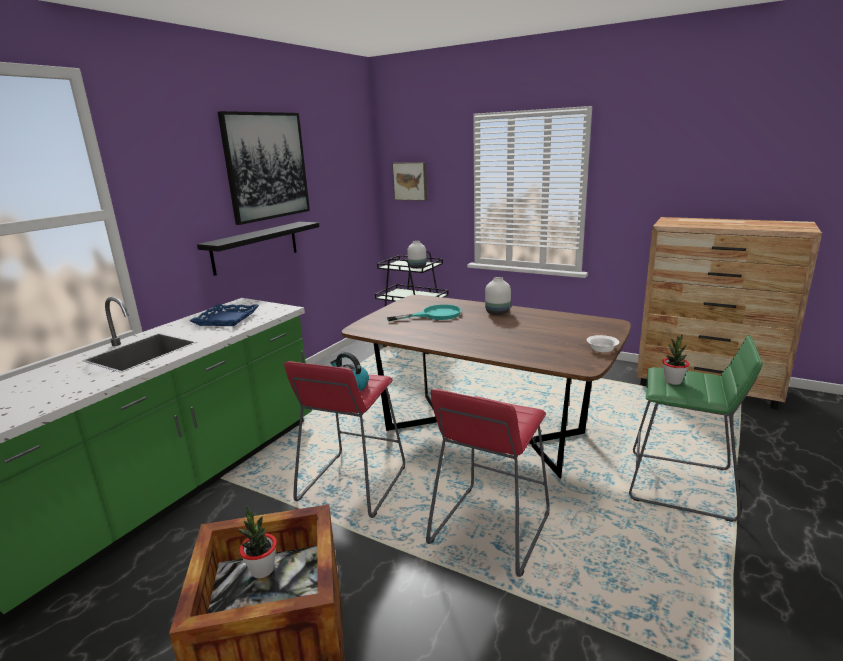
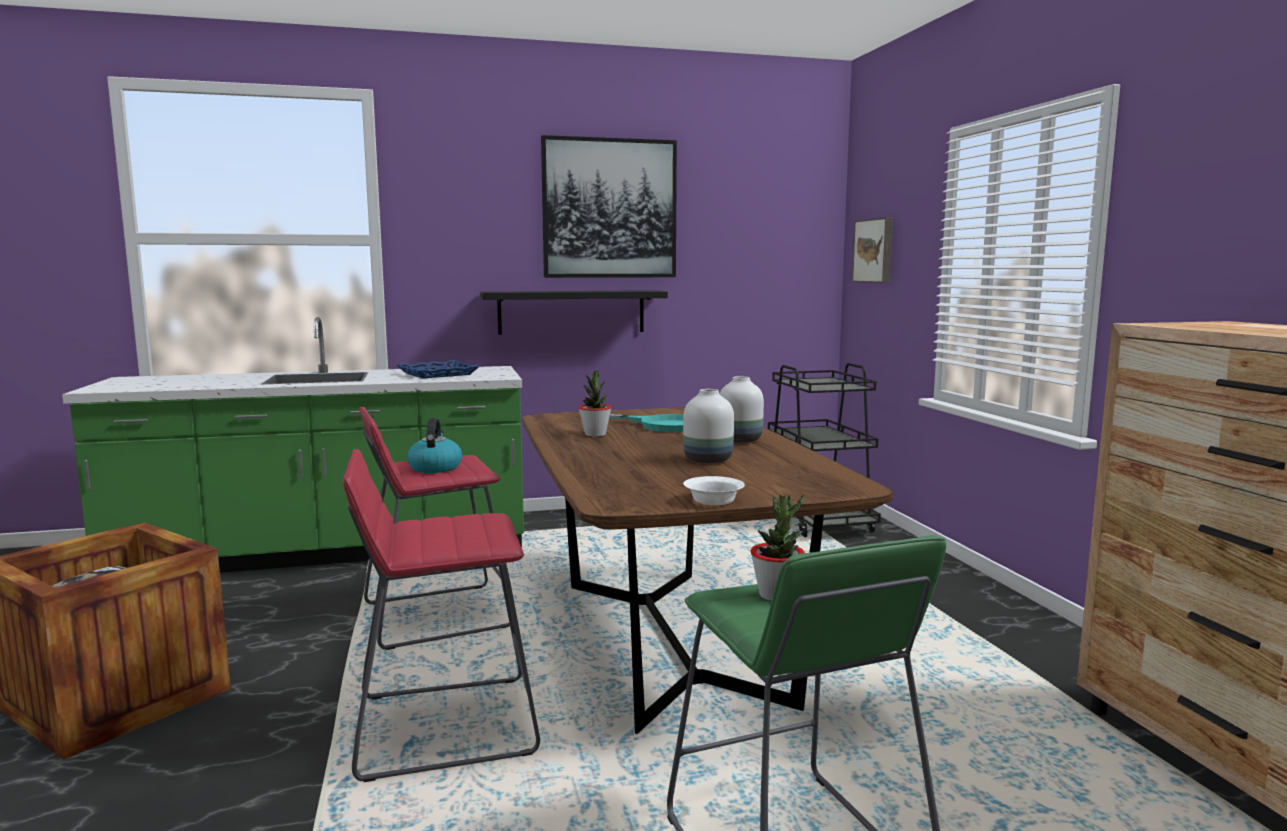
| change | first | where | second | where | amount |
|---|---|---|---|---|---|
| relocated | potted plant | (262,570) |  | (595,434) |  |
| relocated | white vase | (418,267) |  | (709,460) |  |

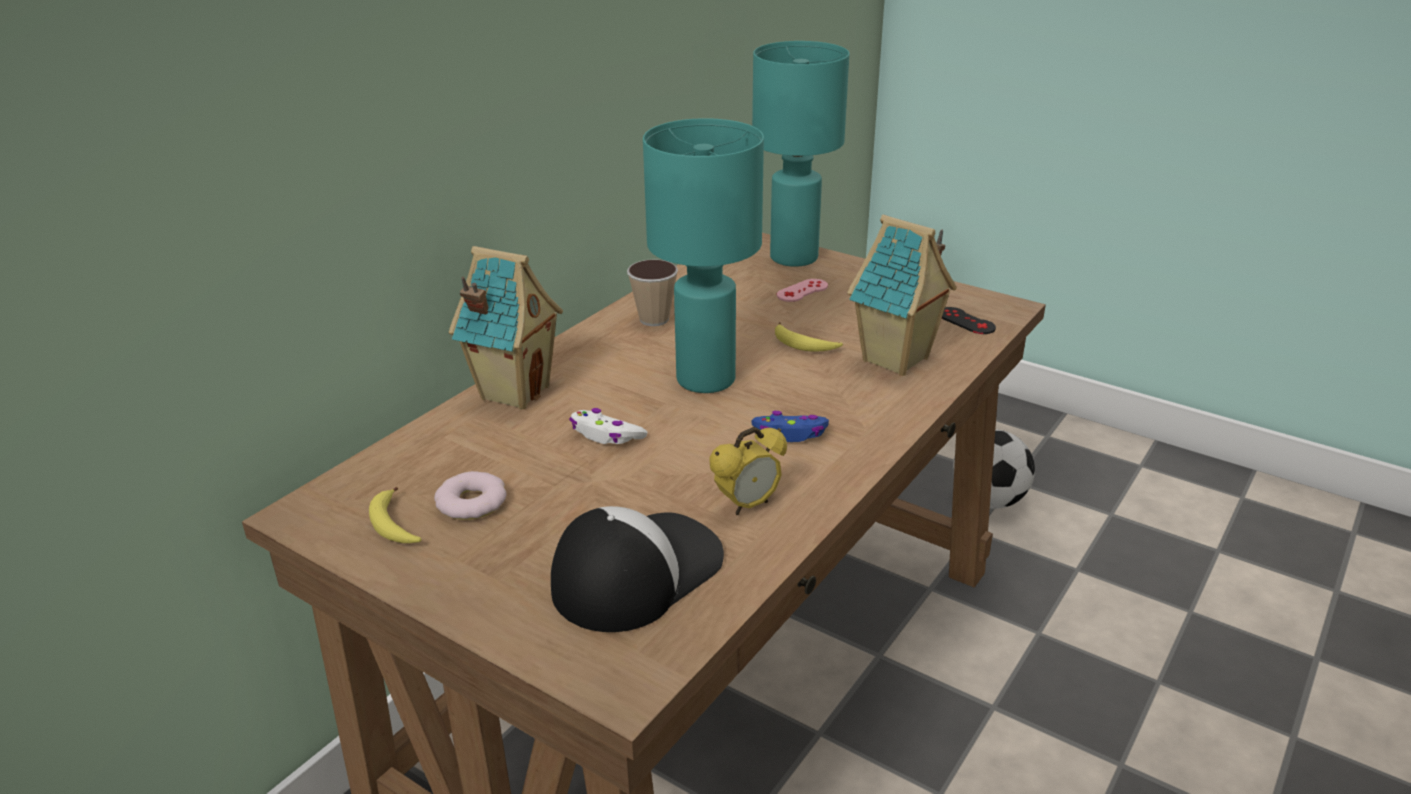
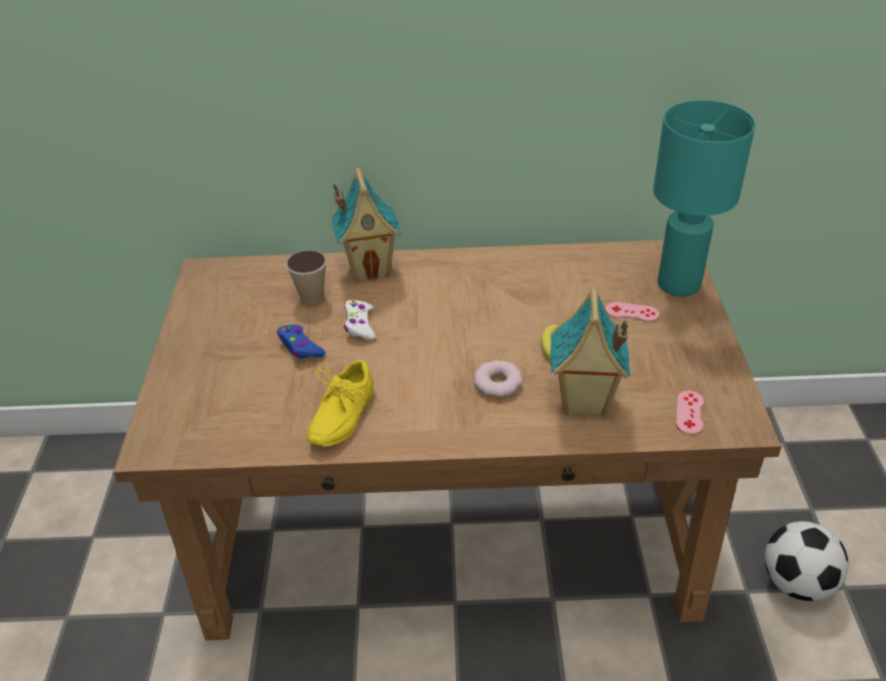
| change | first | where | second | where | amount |
|---|---|---|---|---|---|
| missing | banana | (394,526) |  |  |  |
| relocated | donut | (471,502) |  | (498,382) |  |
| missing | cap | (636,572) |  |  |  |
| relocated | cup | (654,319) |  | (311,296) |  |
| missing | turquoise table lamp | (707,379) |  |  |  |
| exchanged | alarm clock | (747,505) | yellow shoe | (339,415) |  |
| relocated | blue game controller | (790,434) |  | (300,347) |  |
| colour | black game controller | (966,321) | pink game controller | (689,412) |  |

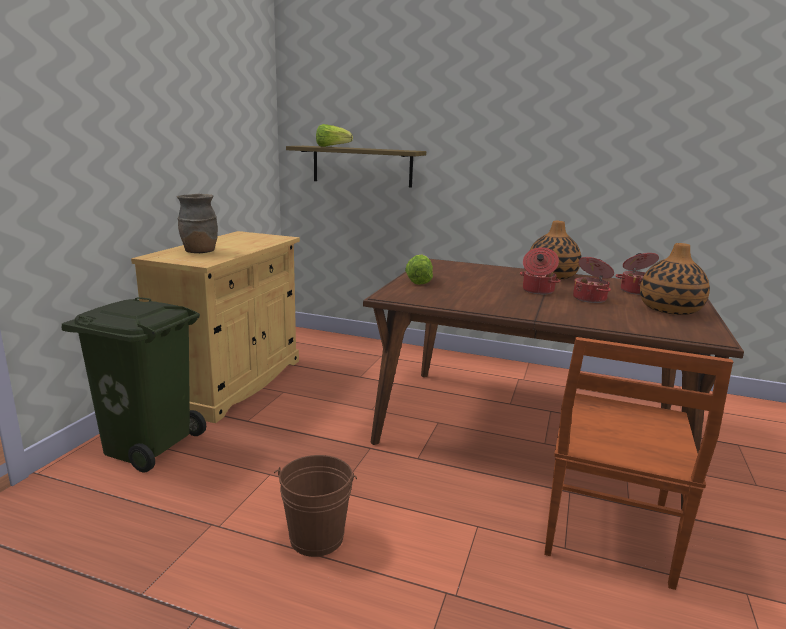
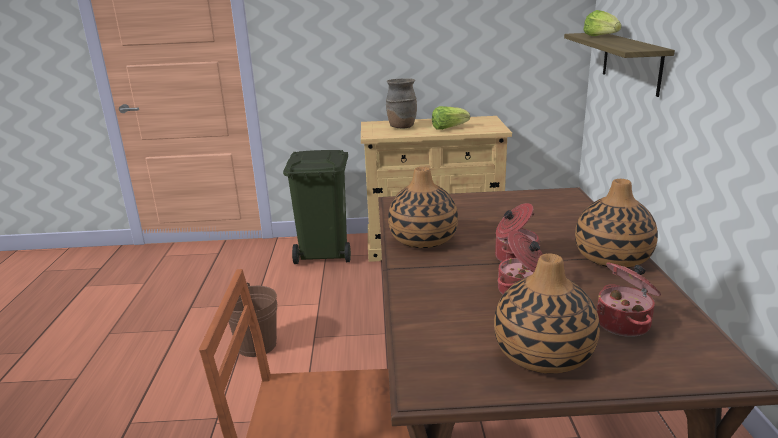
| change | first | where | second | where | amount |
|---|---|---|---|---|---|
| relocated | lettuce | (419,281) |  | (448,128) |  |
| appeared |  |  | vase | (423,239) |  |

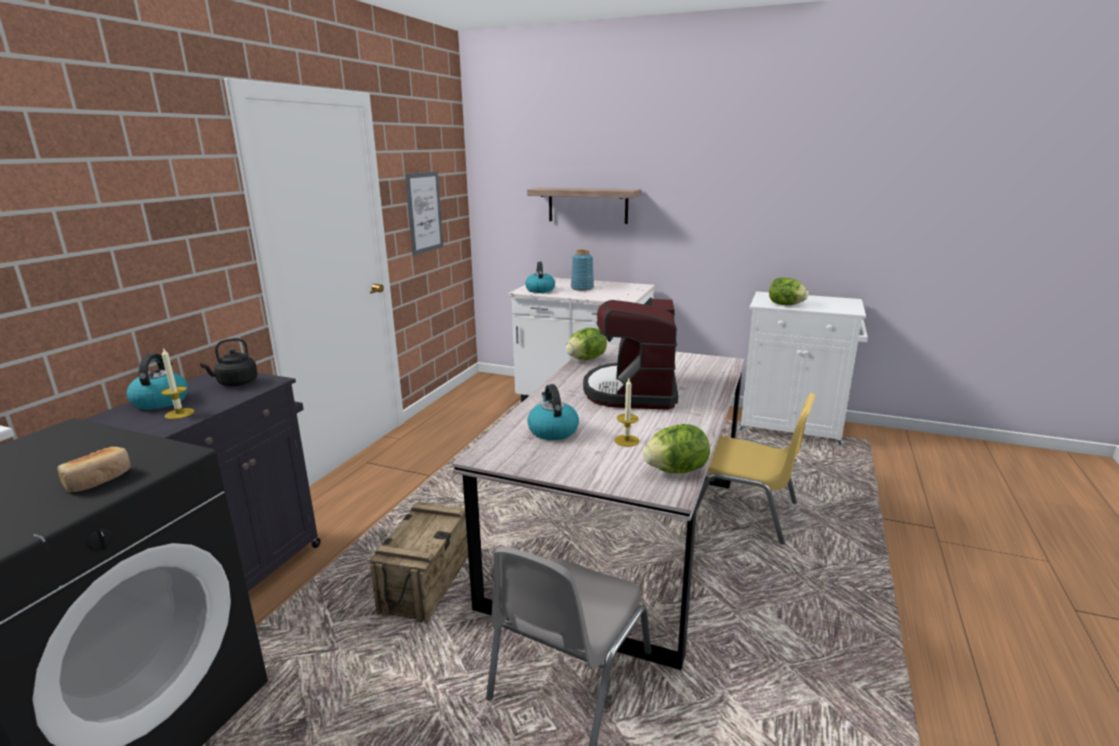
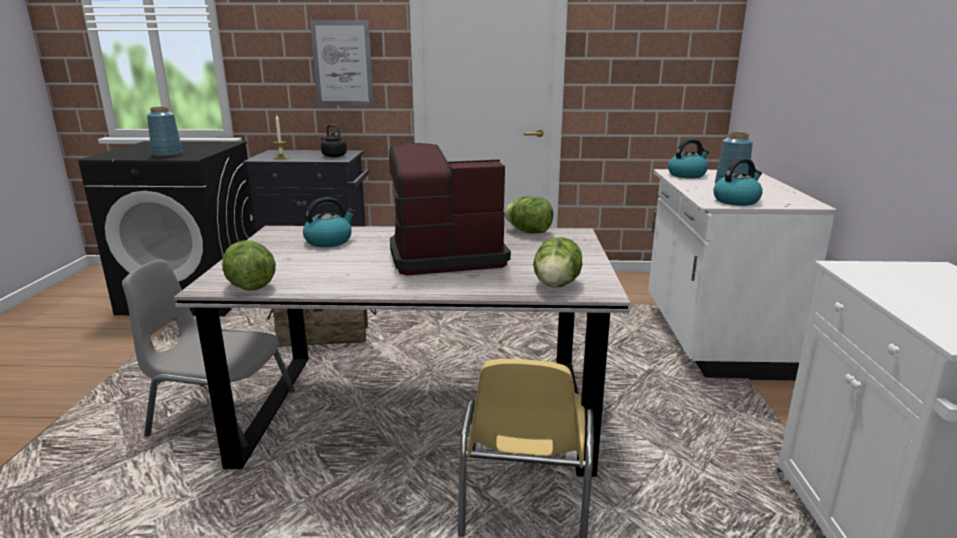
| change | first | where | second | where | amount |
|---|---|---|---|---|---|
| exchanged | bread | (99,479) | blue vase | (167,155) |  |
| relocated | kettle | (161,401) |  | (736,201) |  |
| relocated | picture | (424,212) |  | (342,63) |  |
| missing | shelf | (587,205) |  |  |  |
| missing | candle | (626,440) |  |  |  |
| relocated | lettuce | (785,305) |  | (556,285) |  |

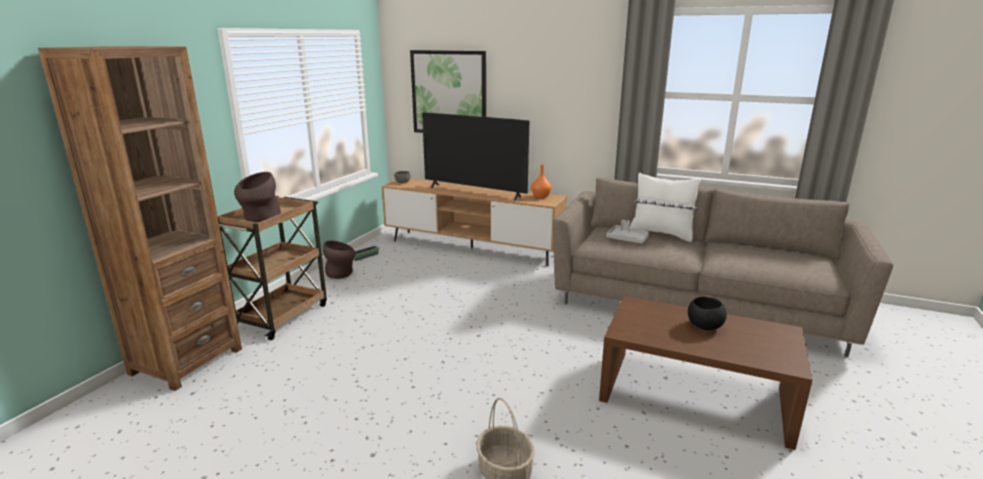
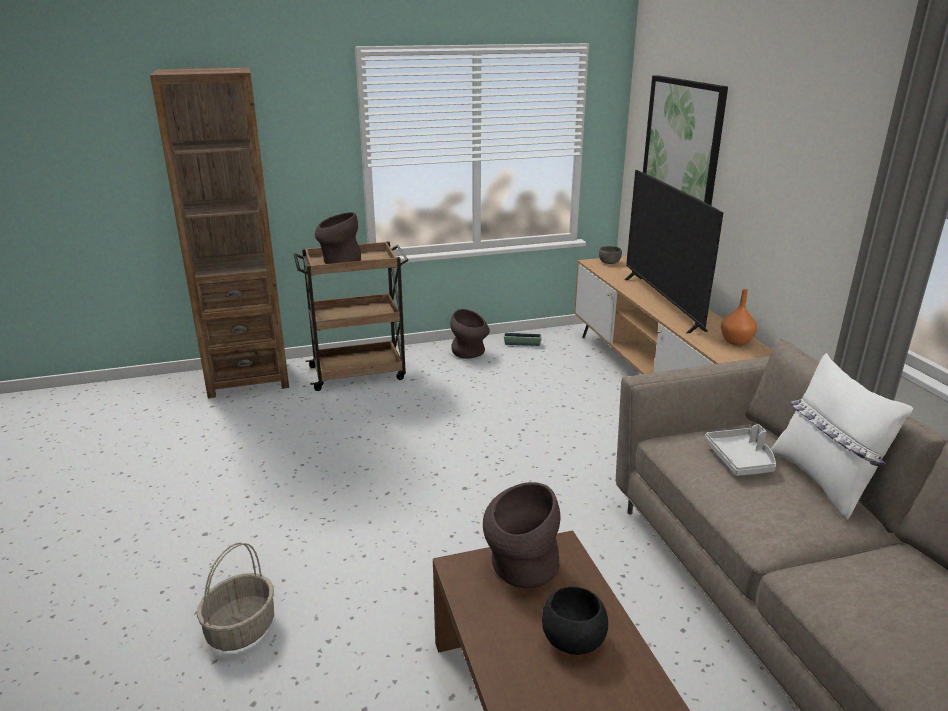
| change | first | where | second | where | amount |
|---|---|---|---|---|---|
| appeared |  |  | brown vase | (520,569) |  |

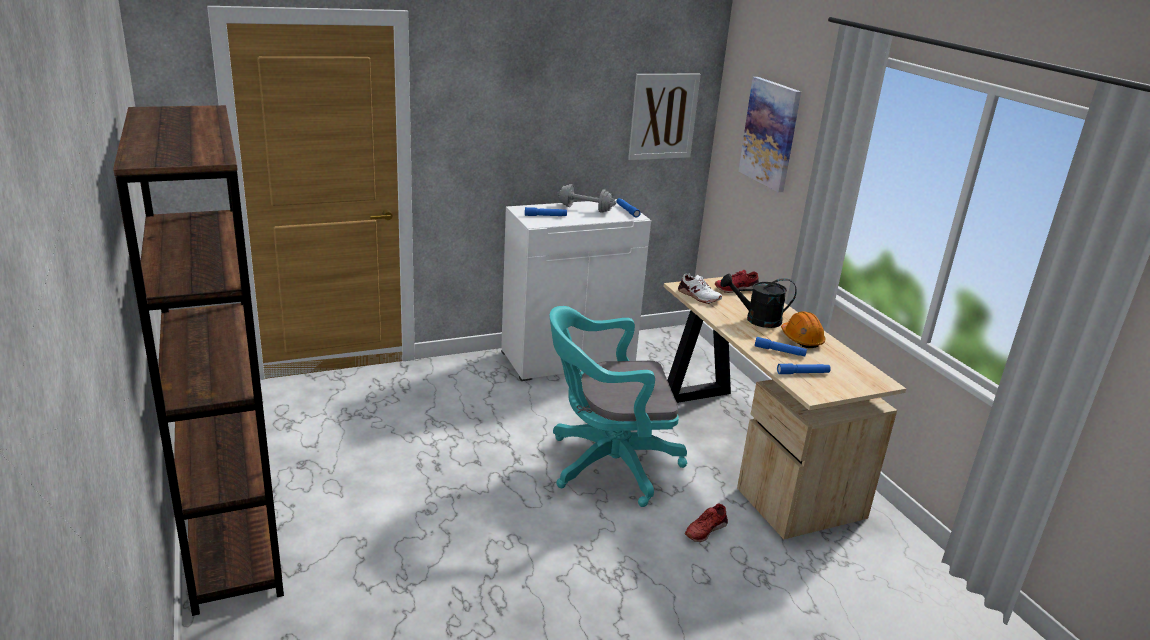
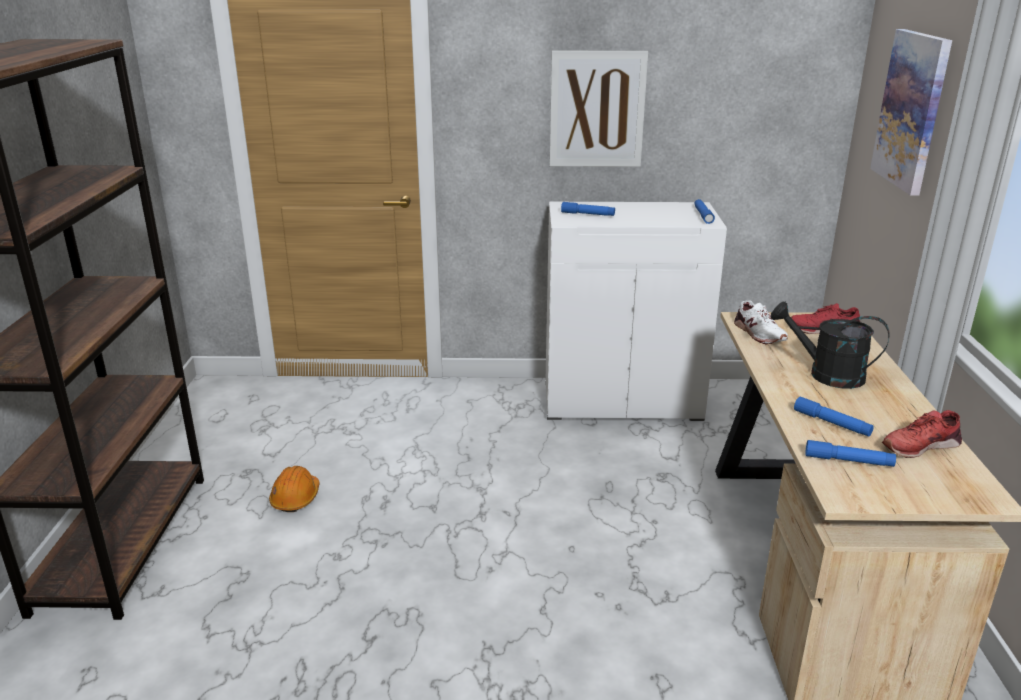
| change | first | where | second | where | amount |
|---|---|---|---|---|---|
| missing | turquoise office chair | (606,464) |  |  |  |
| missing | grey dumbbell | (585,209) |  |  |  |
| relocated | picture | (663,116) |  | (597,109) |  |
| relocated | red shoe | (705,529) |  | (919,445) |  |
| relocated | orange hard hat | (801,339) |  | (295,498) |  |

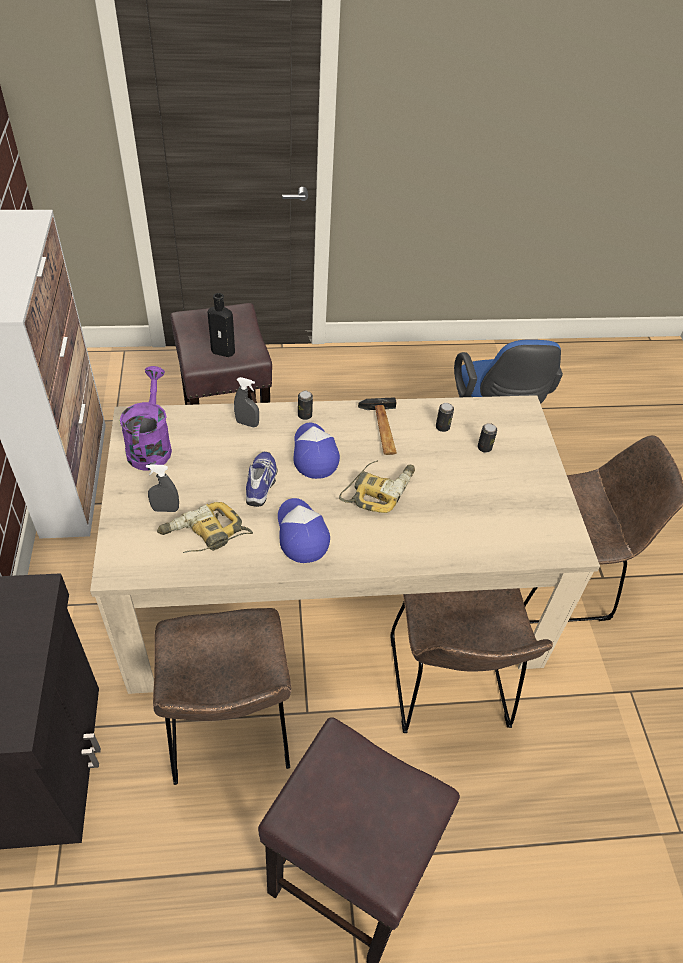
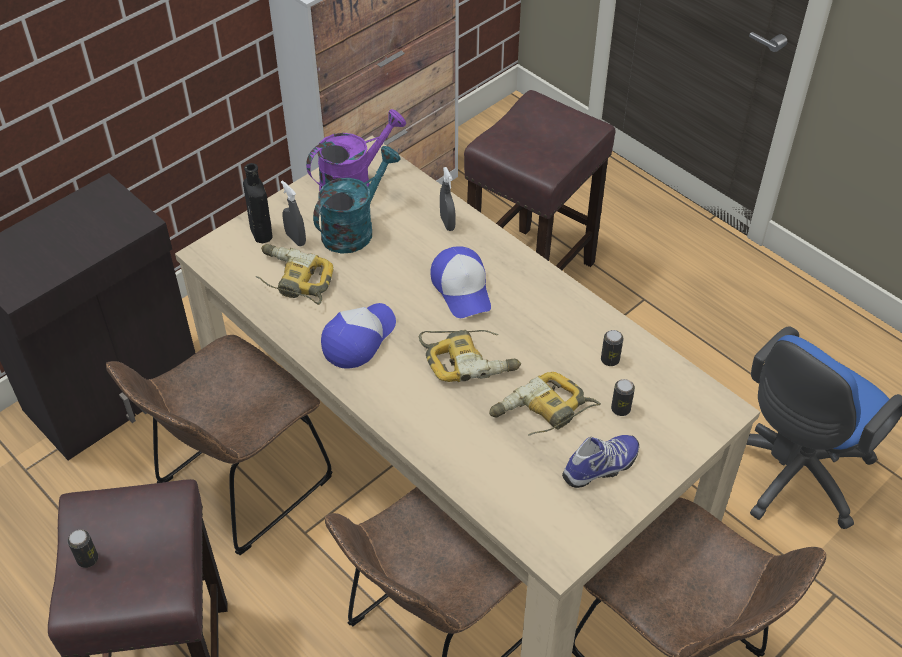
| change | first | where | second | where | amount |
|---|---|---|---|---|---|
| relocated | black bottle | (224,351) |  | (262,234) |  |
| relocated | shoe | (262,484) |  | (601,467) |  |
| spun | cap | (314,453) |  | (462,288) | 120 degrees clockwise |
| relocated | can | (305,415) |  | (87,559) |  |
| missing | hammer | (381,430) |  |  |  |
| appeared |  |  | turquoise watering can | (354,228) |  |
| appeared |  |  | power drill | (542,414) |  |

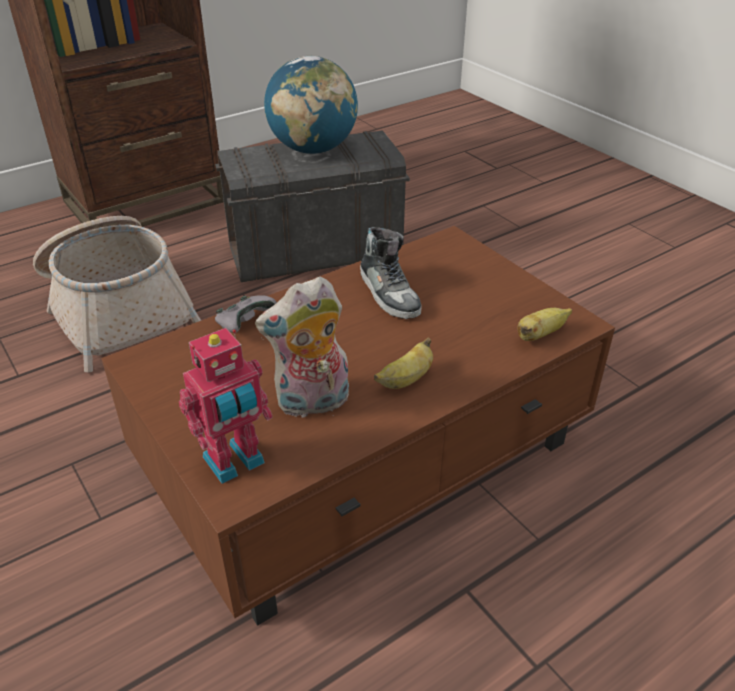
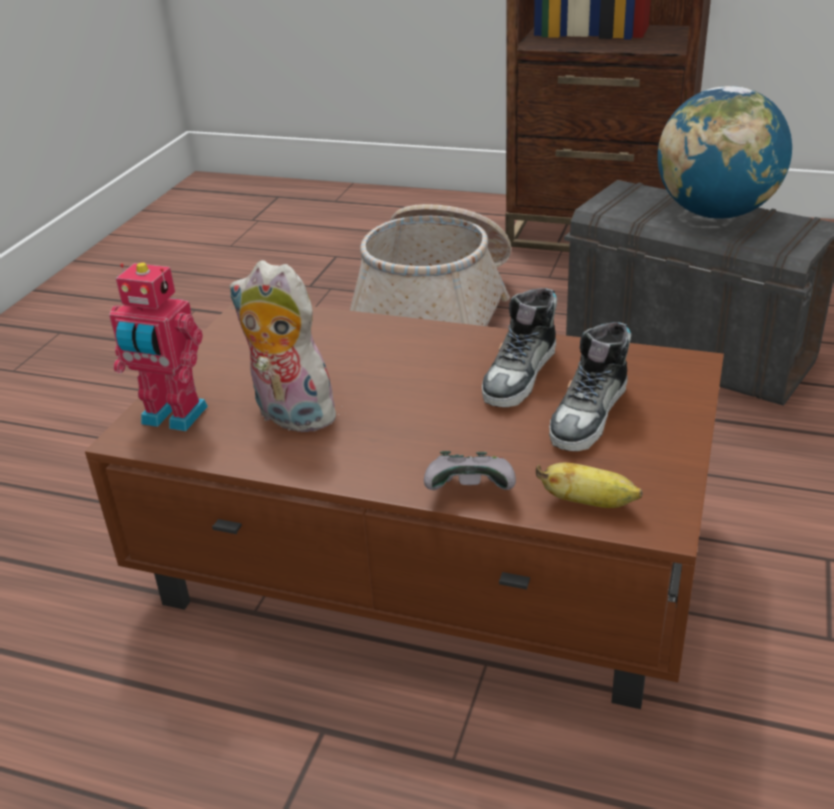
| change | first | where | second | where | amount |
|---|---|---|---|---|---|
| relocated | grey game controller | (245,325) |  | (470,491) |  |
| missing | banana | (405,380) |  |  |  |
| appeared |  |  | shoe | (589,415) |  |

